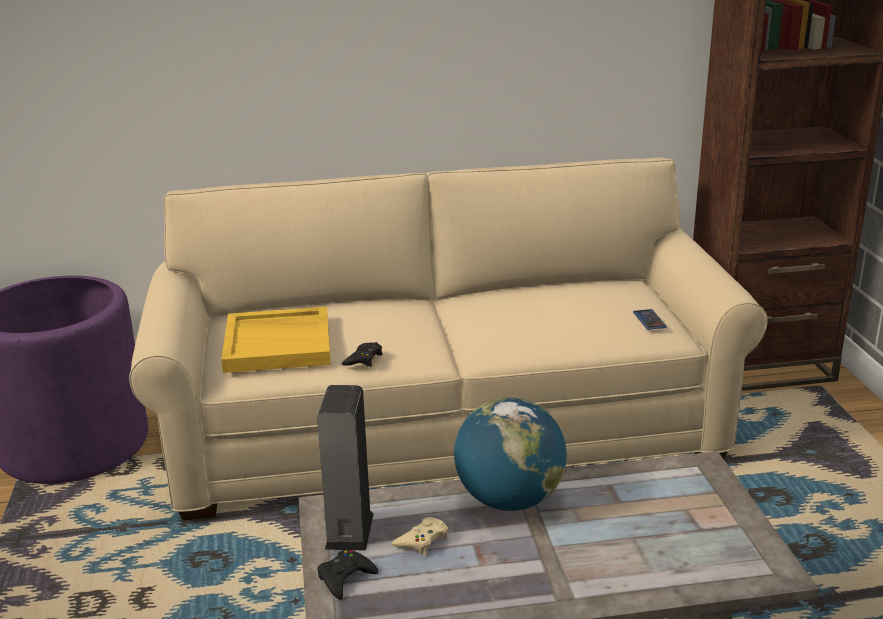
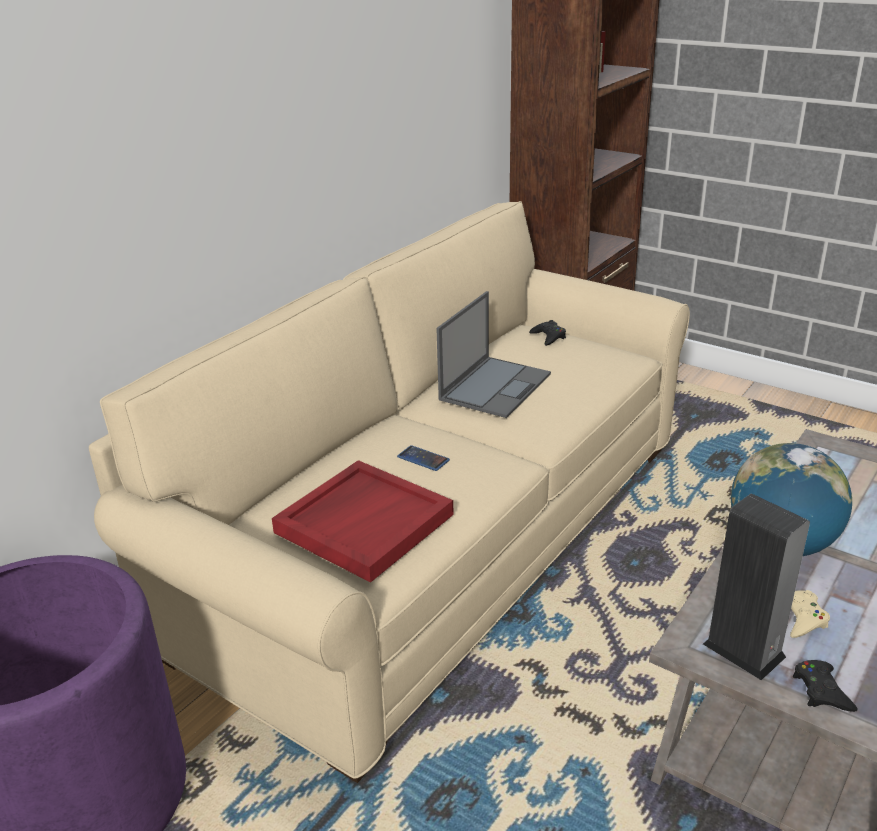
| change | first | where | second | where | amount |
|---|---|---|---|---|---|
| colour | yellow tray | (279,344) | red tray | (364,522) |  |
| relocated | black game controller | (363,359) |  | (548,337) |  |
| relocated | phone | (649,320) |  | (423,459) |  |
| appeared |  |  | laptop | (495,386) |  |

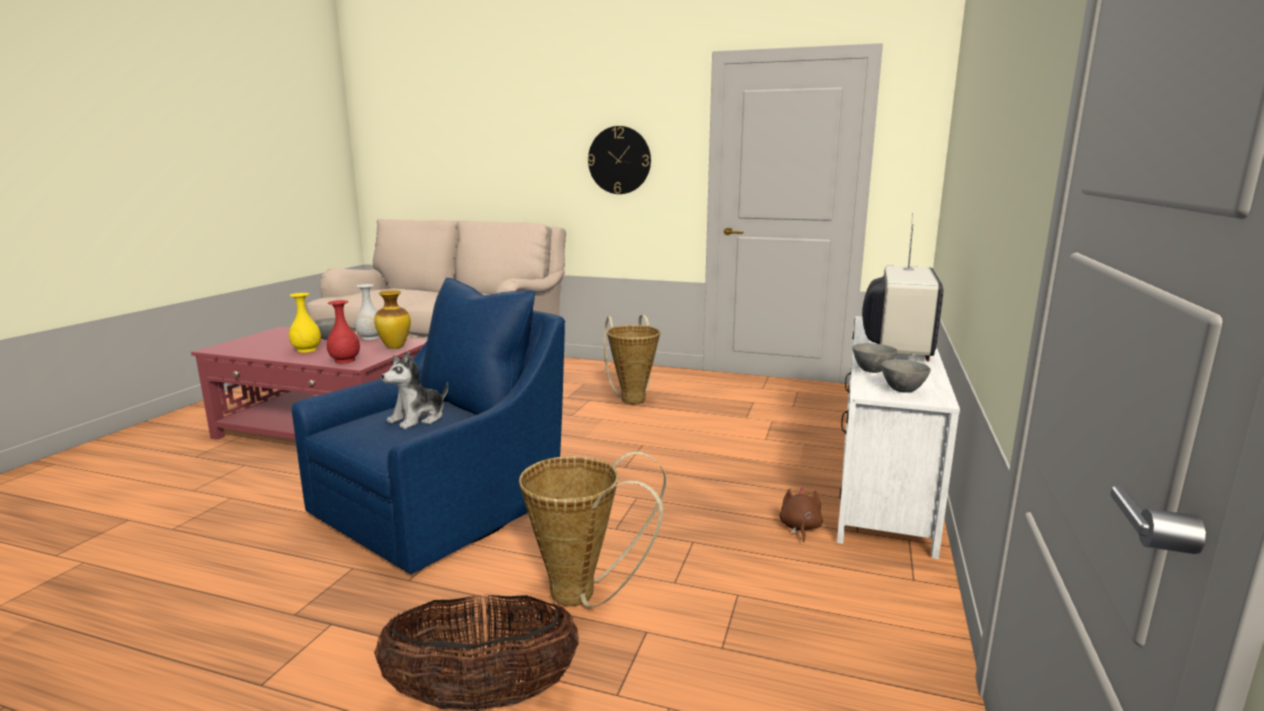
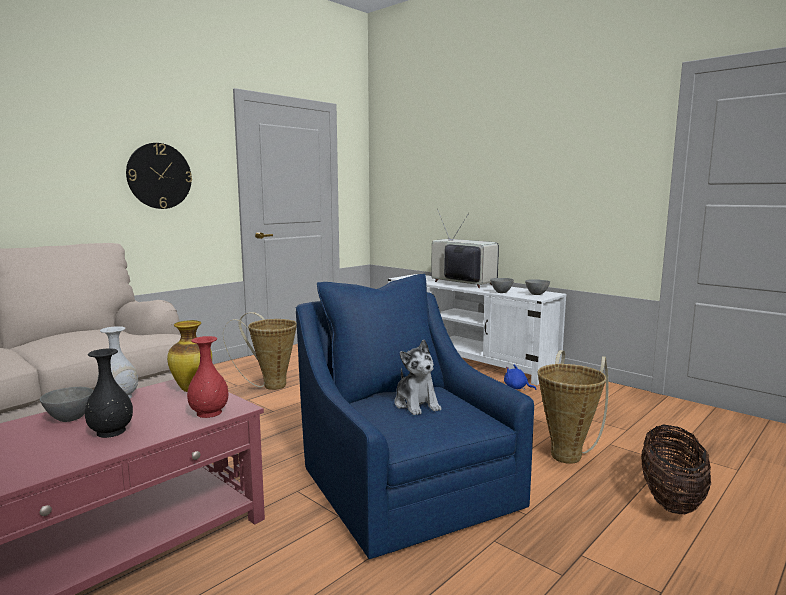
| change | first | where | second | where | amount |
|---|---|---|---|---|---|
| colour | yellow vase | (307,350) | black vase | (110,432) |  |
| colour | brown plush toy | (799,527) | blue plush toy | (517,388) |  |

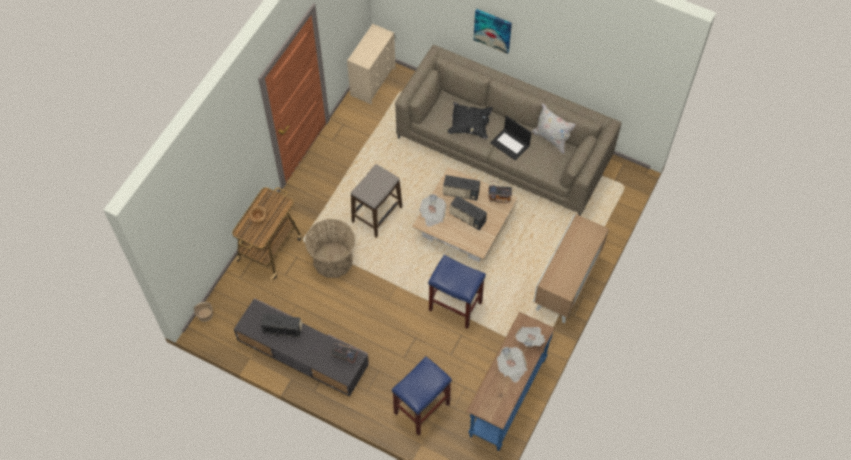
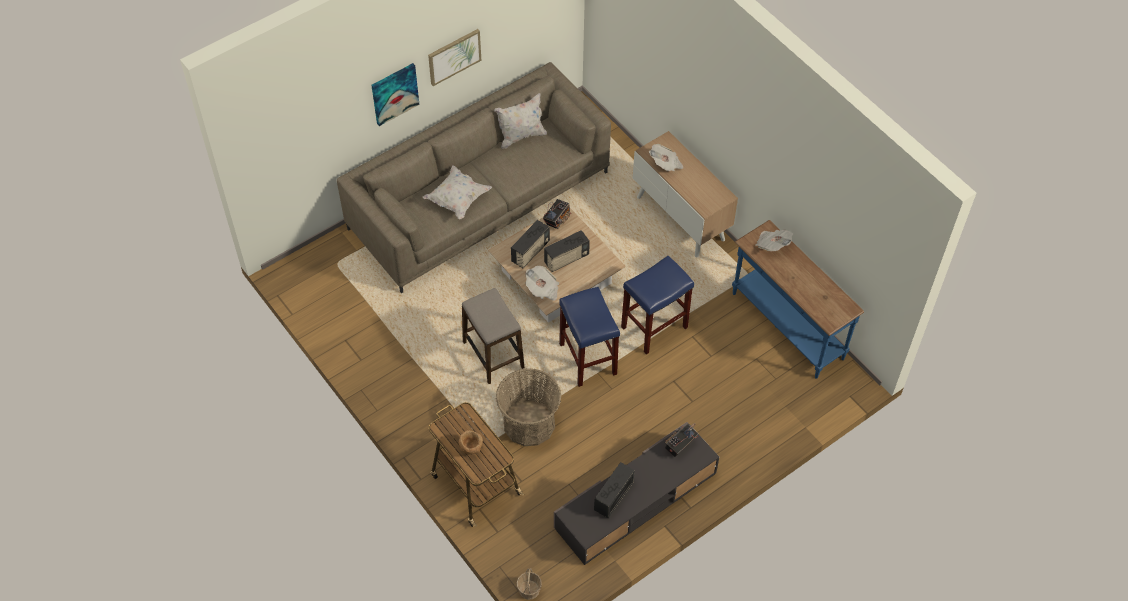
| change | first | where | second | where | amount |
|---|---|---|---|---|---|
| missing | beige dresser | (373,81) |  |  |  |
| relocated | blue stool | (421,409) |  | (588,359) |  |
| colour | black pillow | (469,125) | white pillow | (457,199) |  |
| missing | laptop | (510,144) |  |  |  |
| relocated | newspaper | (511,367) |  | (665,164) |  |
| appeared |  |  | picture | (454,56) |  |

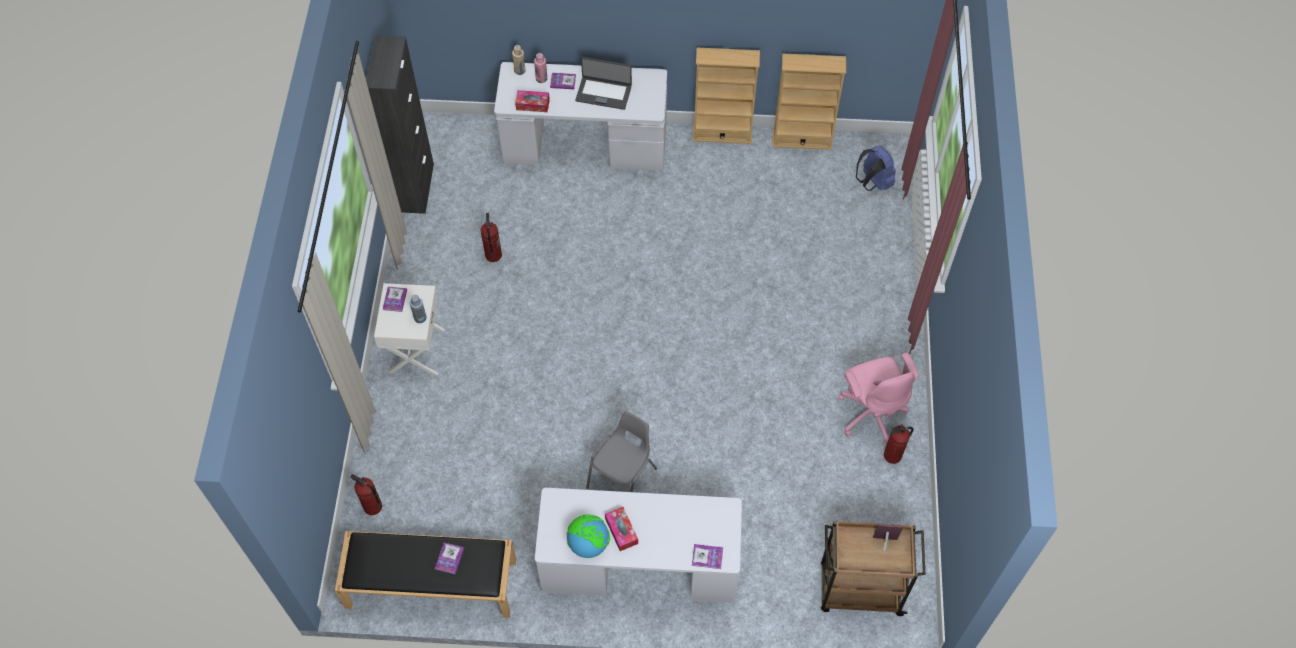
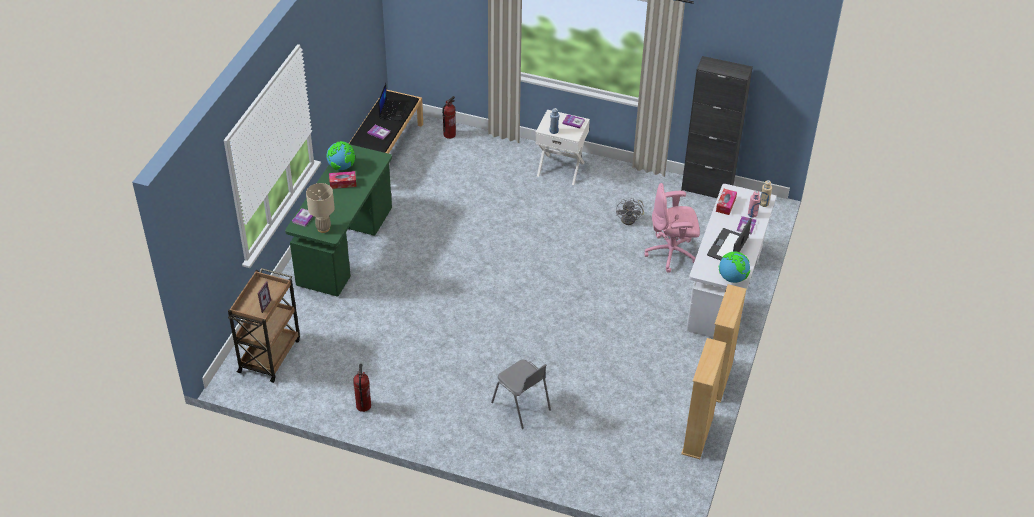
| change | first | where | second | where | amount |
|---|---|---|---|---|---|
| exchanged | fire extinguisher | (493,255) | grey fan | (631,219) |  |
| colour | white desk | (639,568) | green desk | (345,246) |  |
| relocated | grey chair | (623,478) |  | (521,406) |  |
| relocated | pink office chair | (871,413) |  | (672,254) |  |
| missing | blue backpack | (872,182) |  |  |  |
| appeared |  |  | beige table lamp | (323,228) |  |
| appeared |  |  | laptop | (393,110) |  |
| appeared |  |  | globe | (732,278) |  |

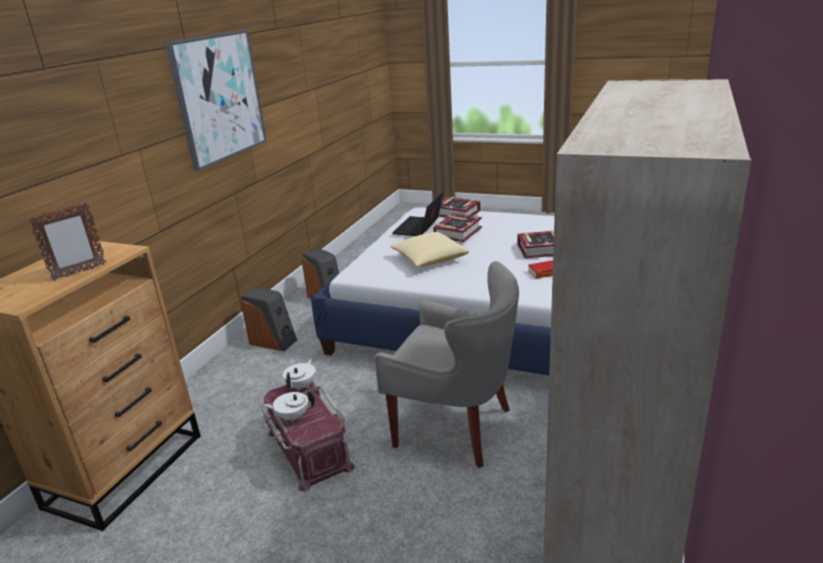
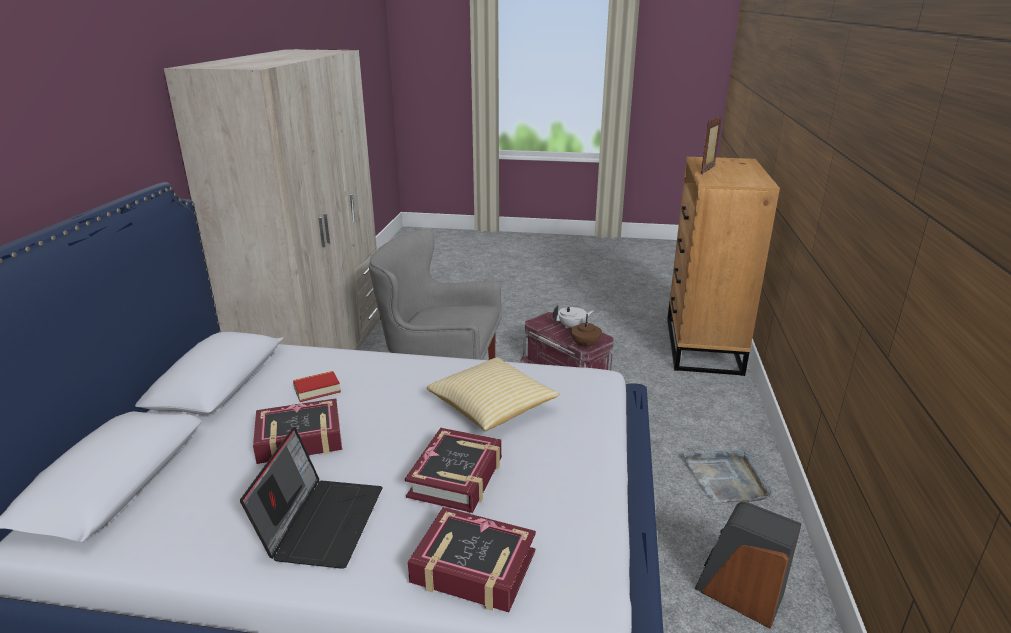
| change | first | where | second | where | amount |
|---|---|---|---|---|---|
| missing | picture | (219,97) |  |  |  |
| exchanged | speaker | (273,341) | grey tray | (726,478) |  |
| colour | white teapot | (302,386) | brown teapot | (585,345) |  |
| relocated | laptop | (419,227) |  | (321,521) |  |

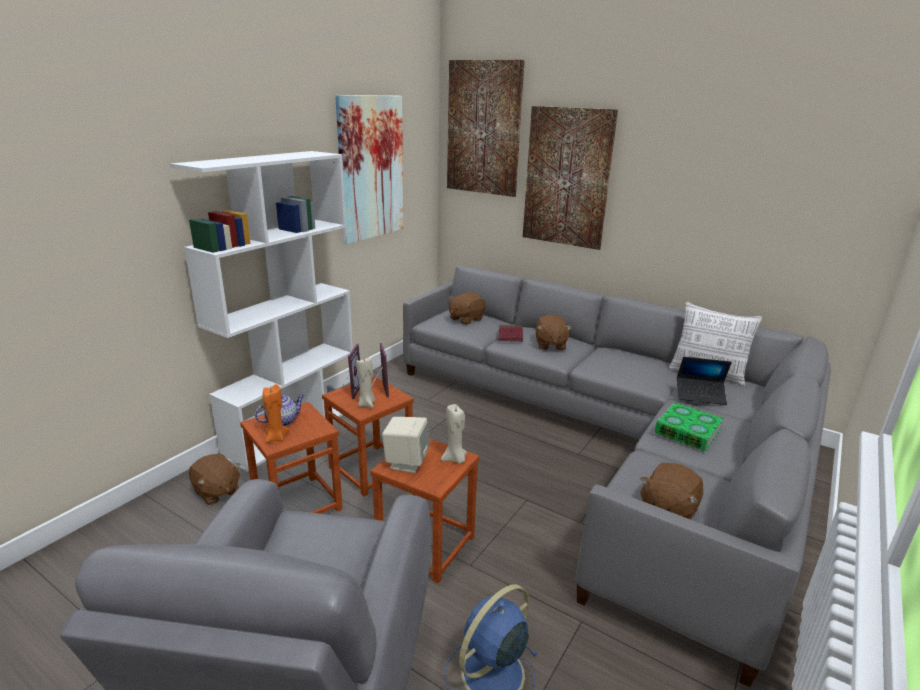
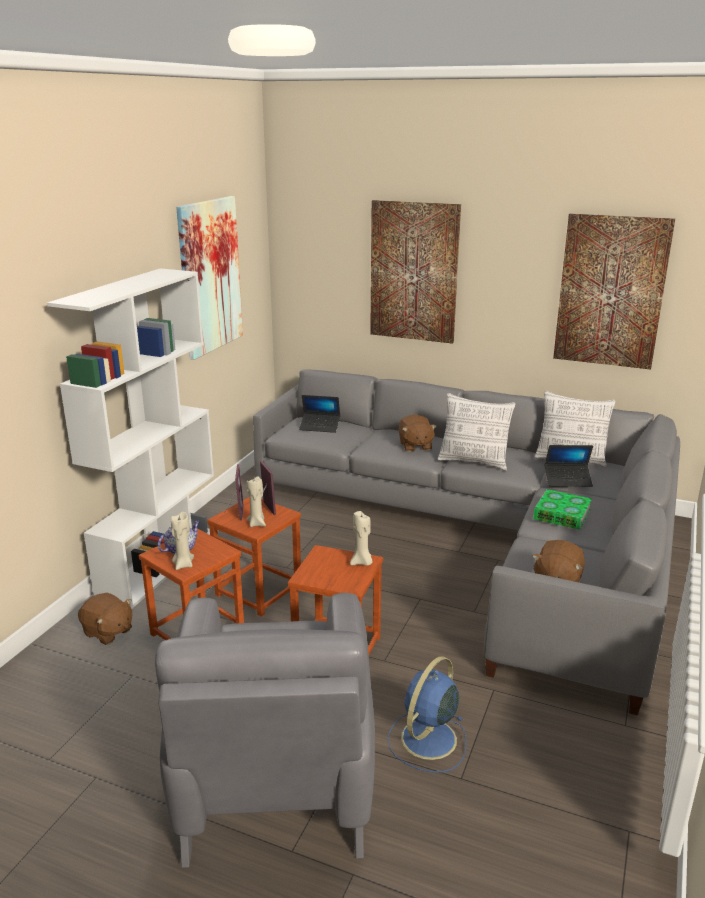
| change | first | where | second | where | amount |
|---|---|---|---|---|---|
| colour | orange candle | (276,438) | beige candle | (183,564) |  |
| missing | beige speaker | (406,462) |  |  |  |
| relocated | picture | (484,128) |  | (611,292) |  |
| exchanged | brown plush toy | (465,319) | laptop | (320,427) |  |
| missing | red book | (510,335) |  |  |  |
| appeared |  |  | pillow | (474,462) |  |

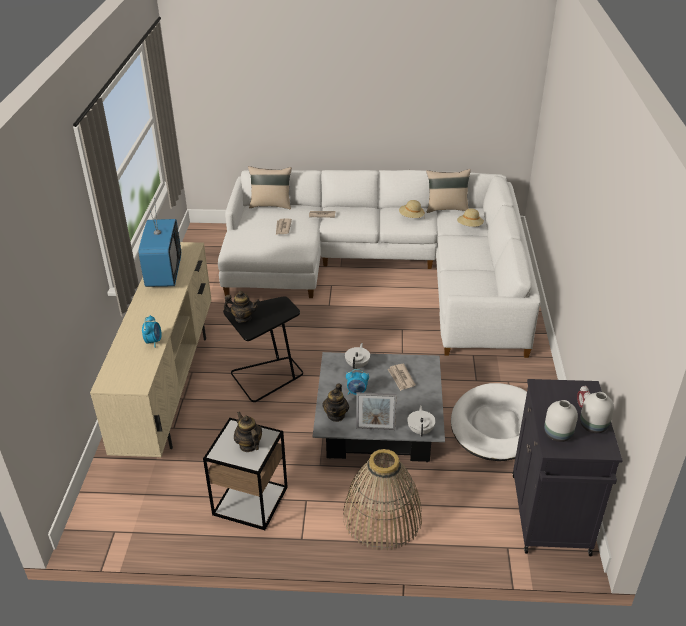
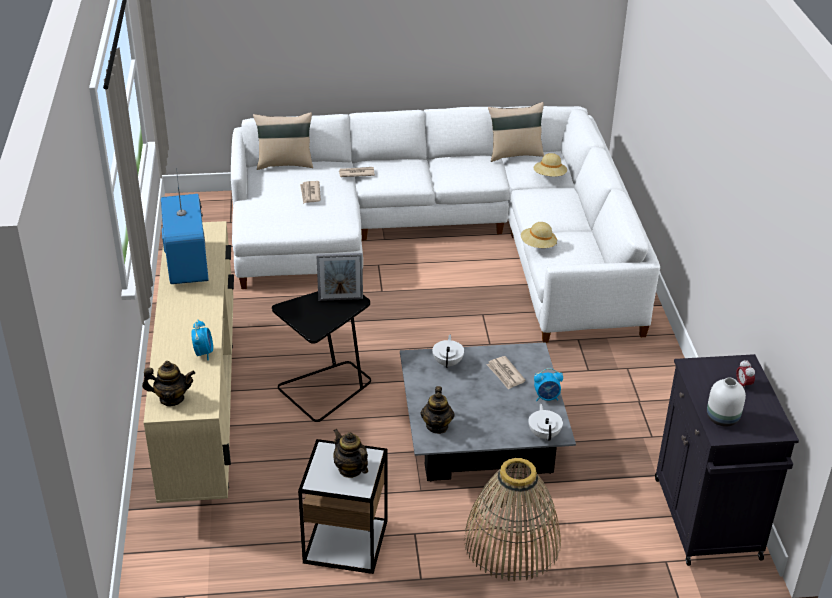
| change | first | where | second | where | amount |
|---|---|---|---|---|---|
| relocated | teapot | (243,318) |  | (171,398) |  |
| relocated | alarm clock | (357,392) |  | (547,398) |  |
| relocated | picture frame | (375,428) |  | (340,299) |  |
| relocated | beige hat | (411,217) |  | (538,245) |  |
| missing | white dog bed | (496,425) |  |  |  |
| missing | white vase | (594,425) |  |  |  |

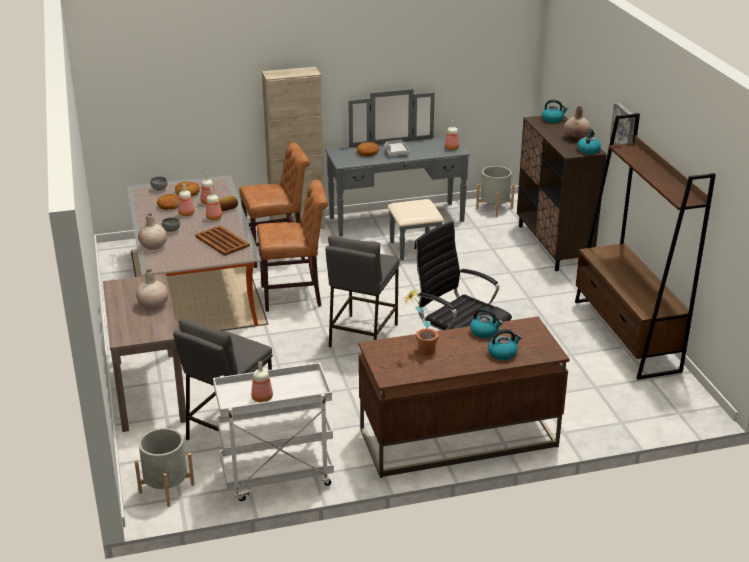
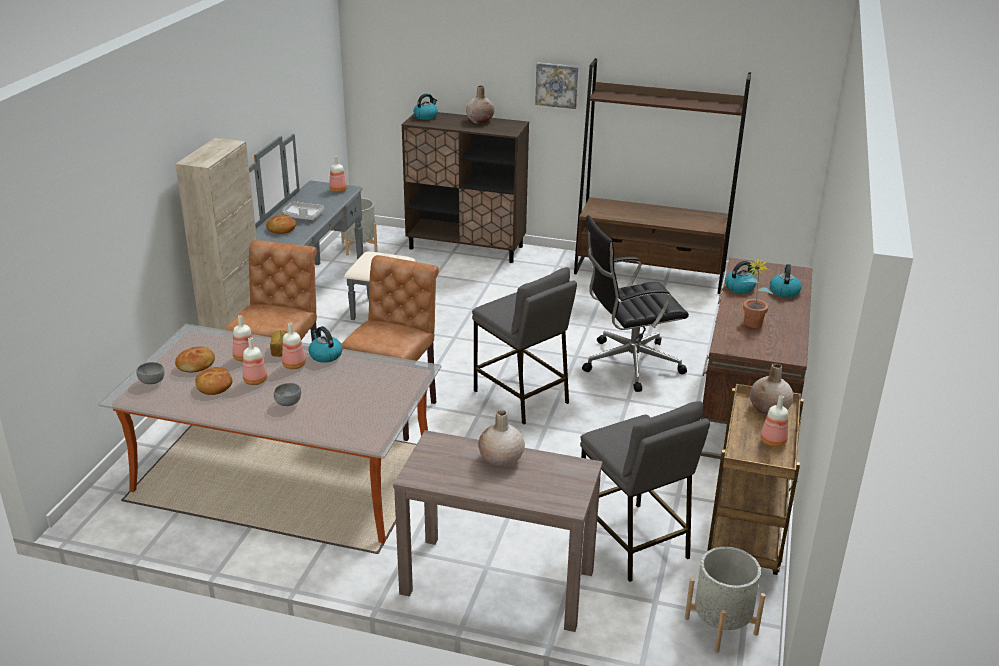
| change | first | where | second | where | amount |
|---|---|---|---|---|---|
| relocated | beige vase | (153,246) |  | (769,409) |  |
| missing | brown tray | (222,241) |  |  |  |
| colour | white cart | (276,477) | brown cart | (747,536) |  |
| relocated | kettle | (588,150) |  | (325,355) |  |

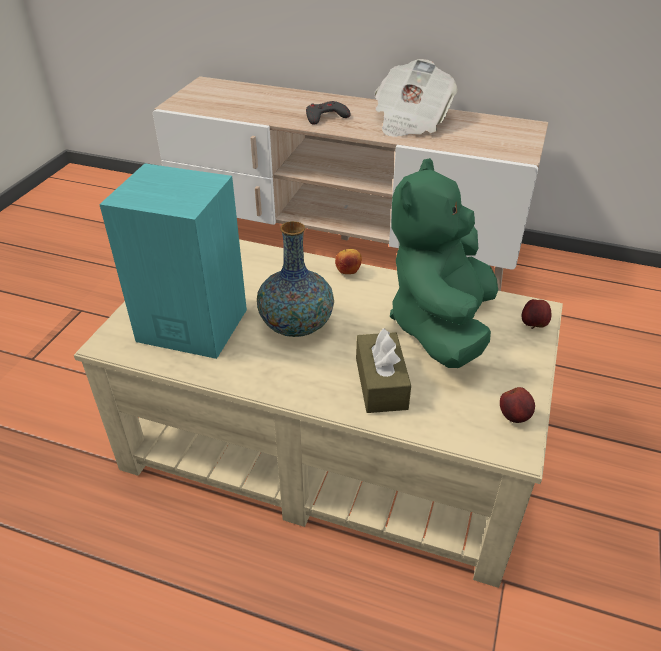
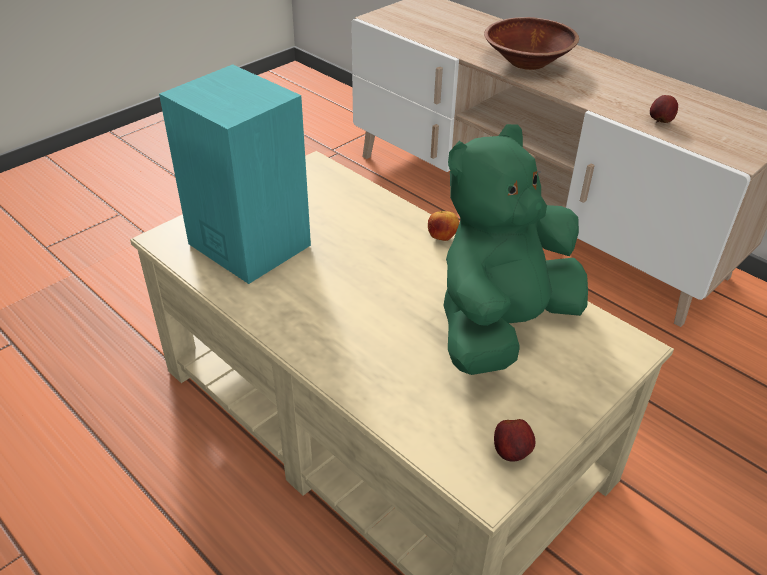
| change | first | where | second | where | amount |
|---|---|---|---|---|---|
| missing | vase | (296,326) |  |  |  |
| exchanged | grey game controller | (325,117) | brown bowl | (528,62) |  |
| missing | brown tissue box | (381,383) |  |  |  |
| missing | newspaper | (410,121) |  |  |  |
| relocated | apple | (533,325) |  | (660,121) |  |

